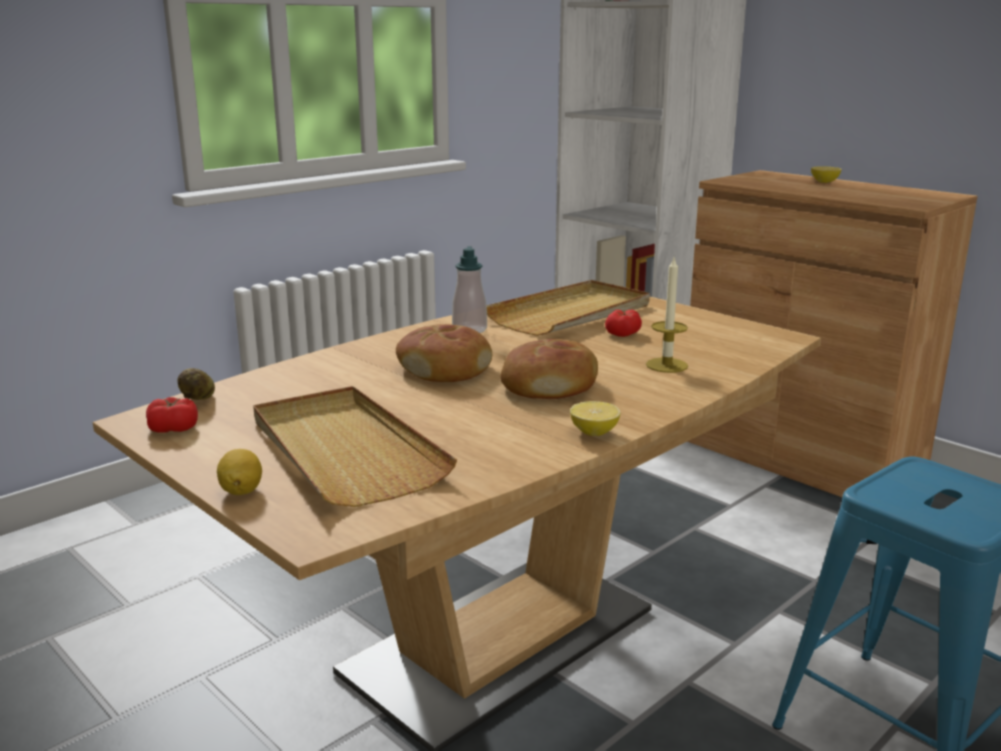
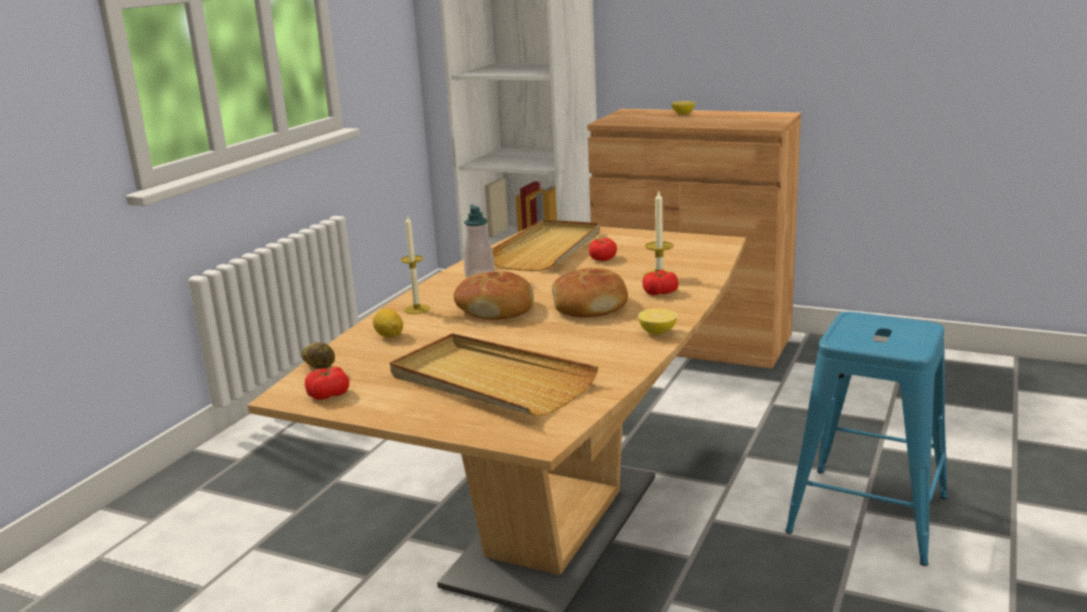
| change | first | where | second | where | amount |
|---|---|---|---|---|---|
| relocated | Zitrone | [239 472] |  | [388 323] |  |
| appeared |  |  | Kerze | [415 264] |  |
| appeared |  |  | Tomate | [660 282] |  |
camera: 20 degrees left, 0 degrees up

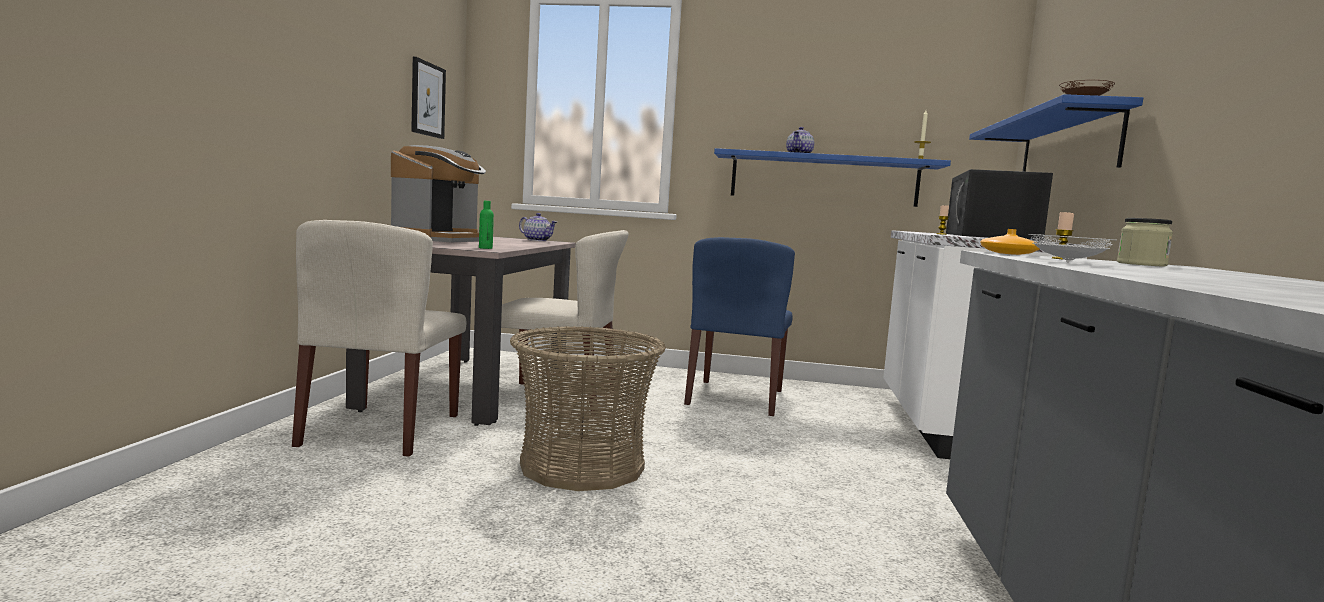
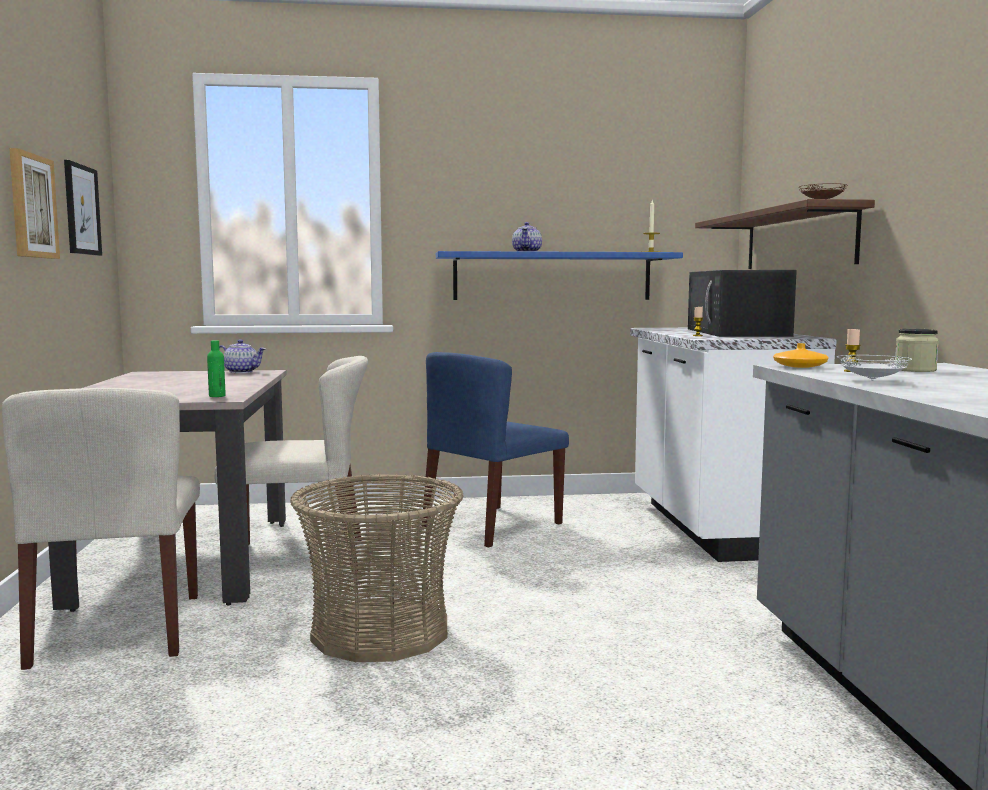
| change | first | where | second | where | amount |
|---|---|---|---|---|---|
| appeared |  |  | Bild | [34 203] |  |
| spun | Stuhl (blau) | [739 326] |  | [495 450] | 45 degrees clockwise |
| colour | Wandregal (blau) | [1056 133] | Wandregal (braun) | [785 234] |  |
| missing | Kaffeemaschine | [438 194] |  |  |  |
camera: 15 degrees left, 0 degrees up

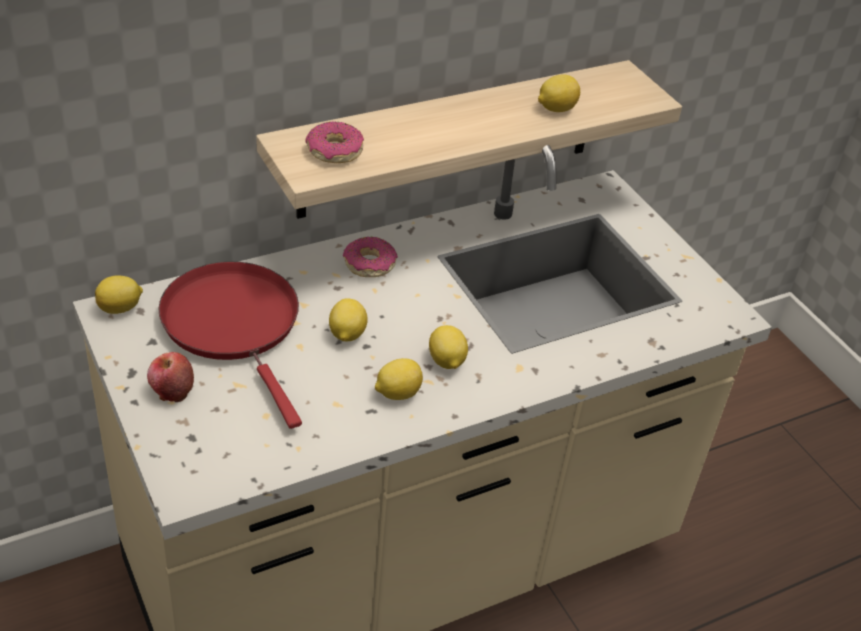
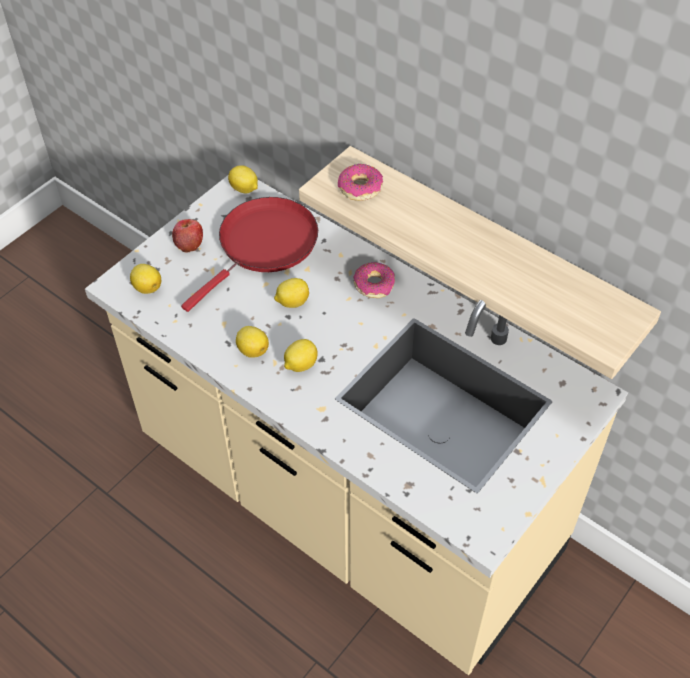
| change | first | where | second | where | amount |
|---|---|---|---|---|---|
| relocated | Zitrone | [559 93] |  | [145 279] |  |
camera: 70 degrees right, 10 degrees up

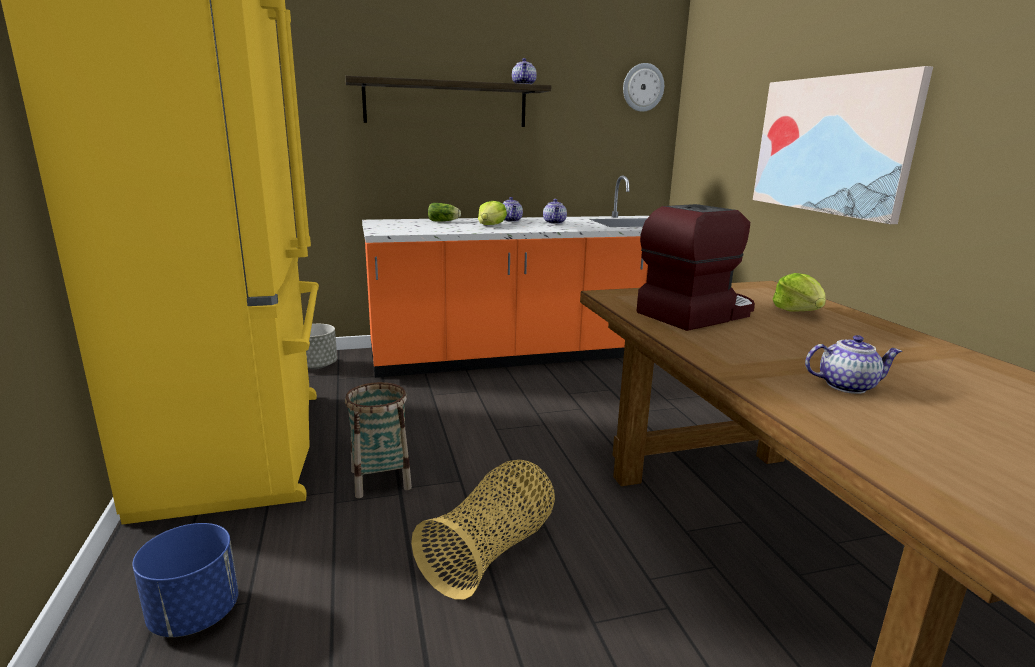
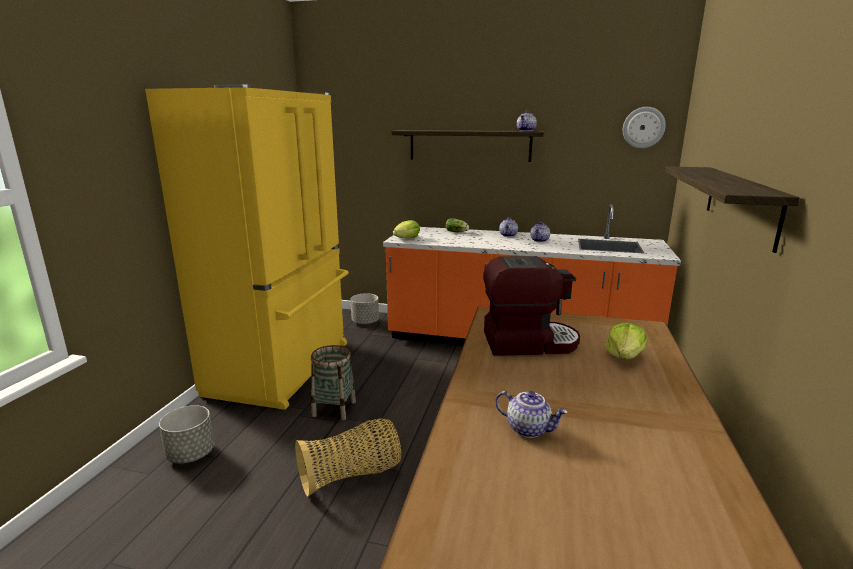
| change | first | where | second | where | amount |
|---|---|---|---|---|---|
| colour | Pflanzkübel (blau) | [185 580] | Pflanzkübel (grau) | [186 434] |  |
| relocated | Salatkopf | [492 213] |  | [406 229] |  |
| exchanged | Bild | [843 145] | Wandregal | [732 209] |  |
camera: 30 degrees right, 0 degrees up

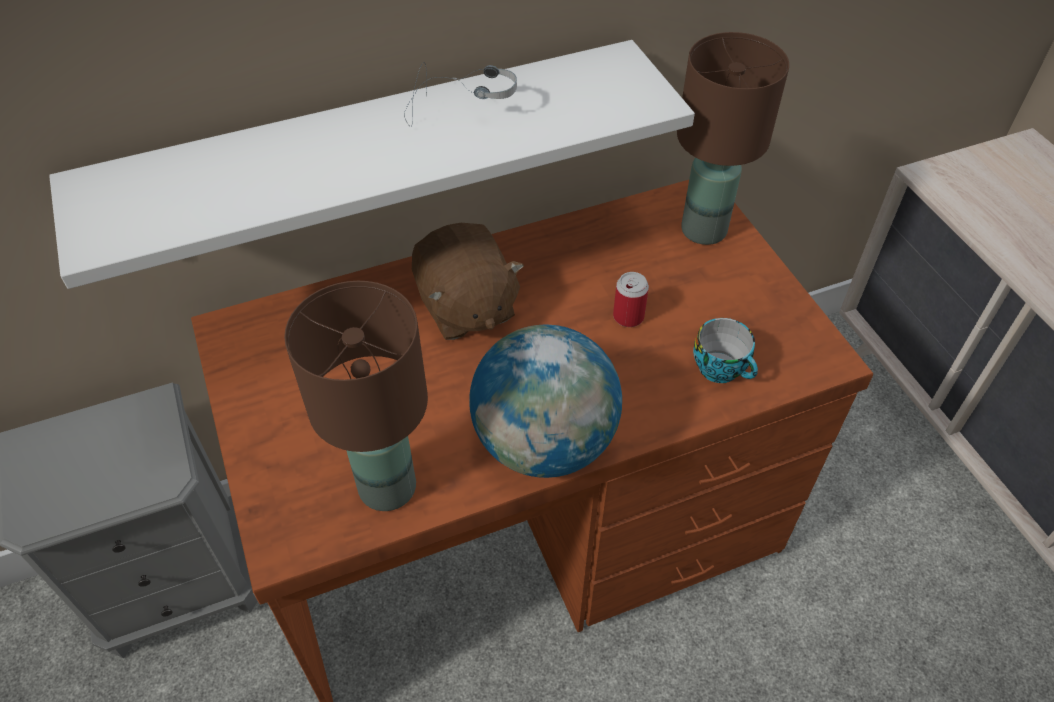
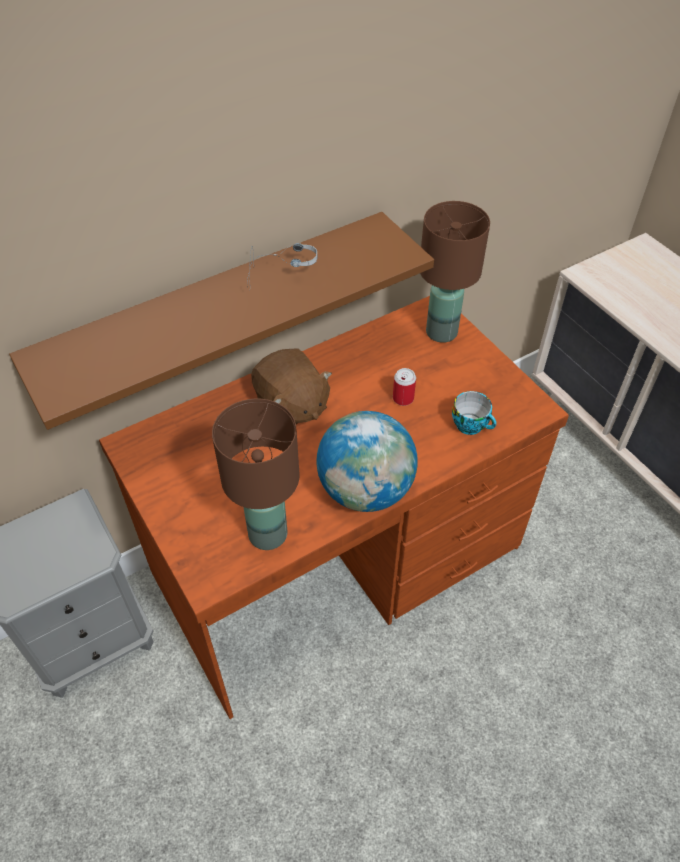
| change | first | where | second | where | amount |
|---|---|---|---|---|---|
| colour | Wandregal (weiß) | [372 164] | Wandregal (braun) | [221 321] |  |
camera: 10 degrees left, 0 degrees up

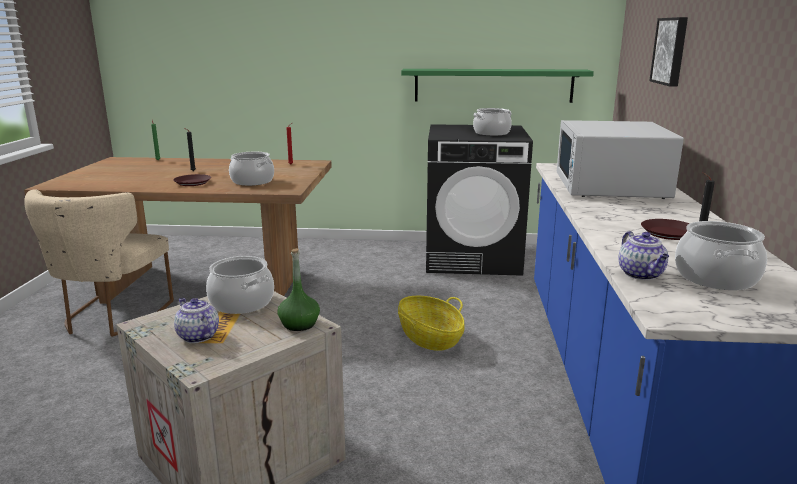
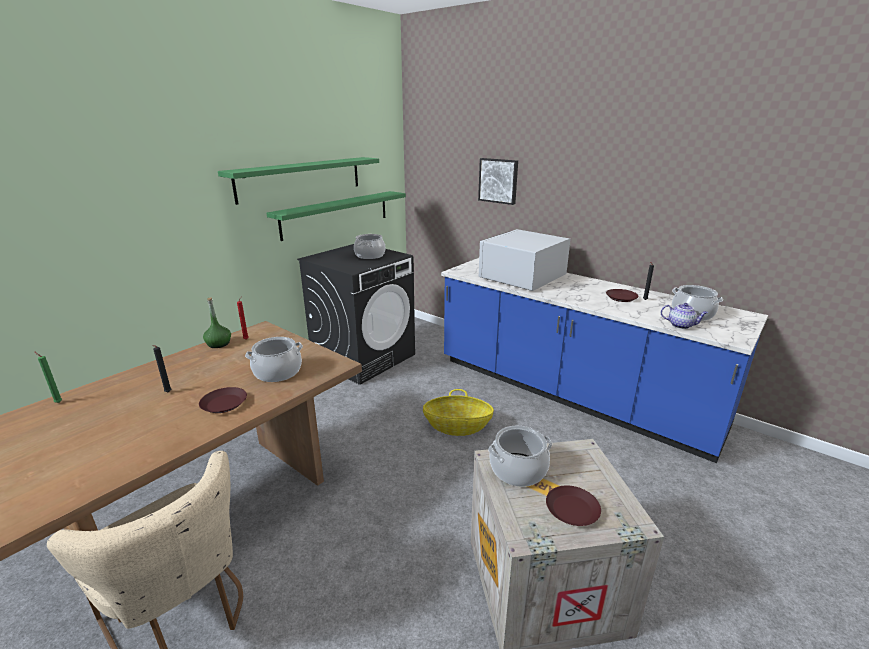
| change | first | where | second | where | amount |
|---|---|---|---|---|---|
| relocated | Flasche (grün) | [298 289] |  | [217 322] |  |
| appeared |  |  | Wandregal (grün) | [298 181] |  |
| spun | Mikrowelle (weiß) | [620 159] |  | [525 260] | 90 degrees clockwise |
| exchanged | Teekanne | [196 320] | Teller (braun) | [573 505] |  |
camera: 55 degrees left, 5 degrees up

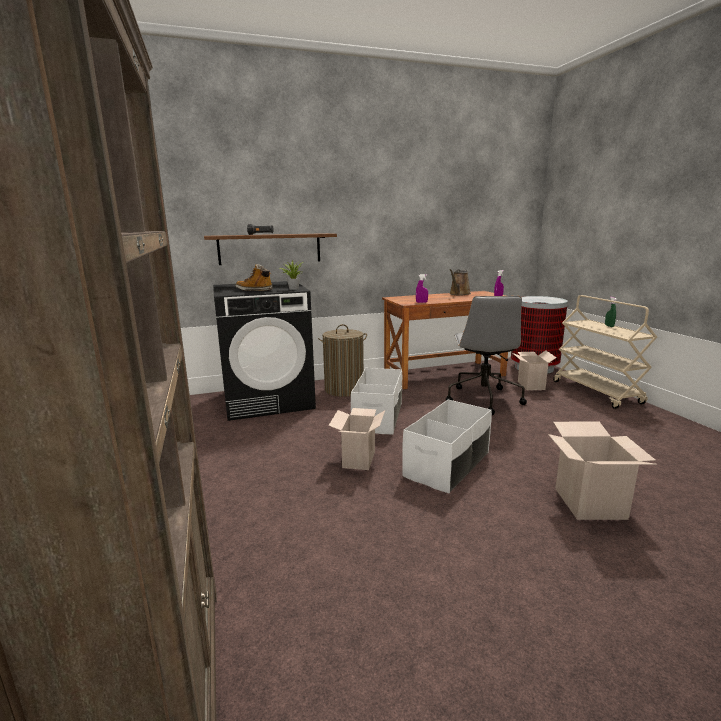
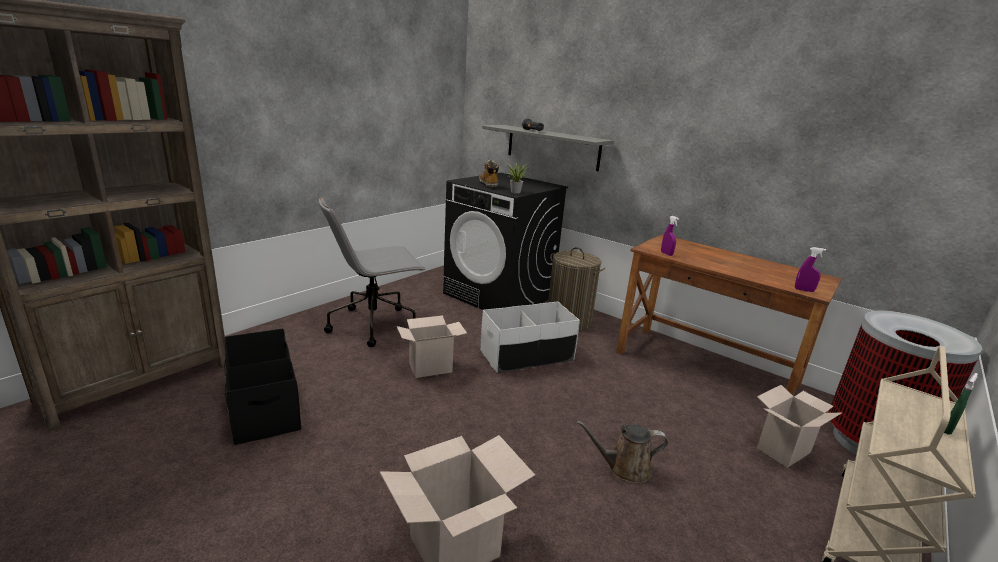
| change | first | where | second | where | amount |
|---|---|---|---|---|---|
| appeared |  |  | Aufbewahrungsbox (schwarz) | [263 386] |  |
| relocated | Bürostuhl (grau) | [486 355] |  | [372 272] |  |
| colour | Wandregal (braun) | [270 249] | Wandregal (grau) | [548 148] |  |
| relocated | Gießkanne (braun) | [460 282] |  | [622 452] |  |
| missing | Aufbewahrungsbox (weiß) | [447 446] |  |  |  |
camera: 55 degrees right, 5 degrees up

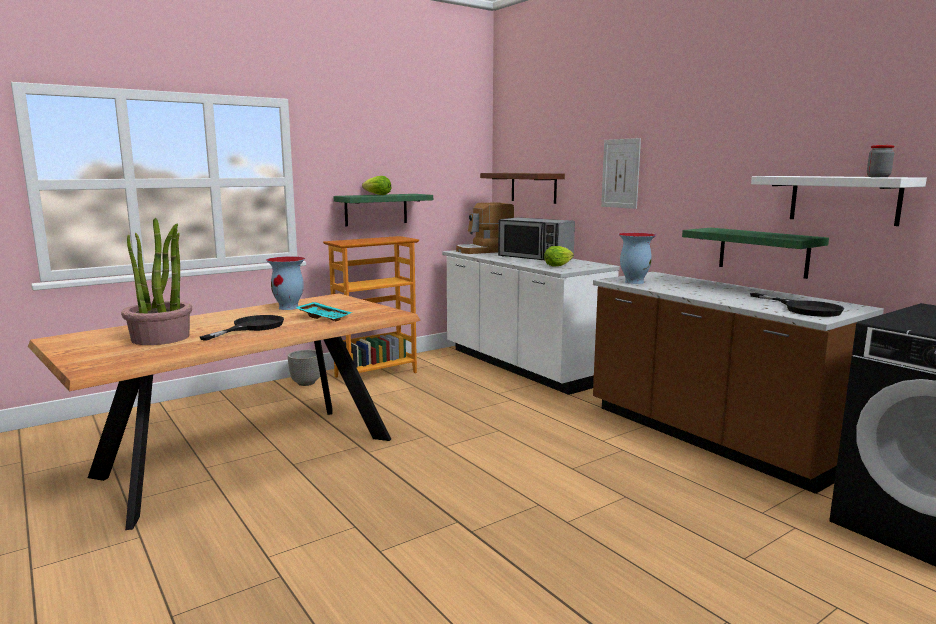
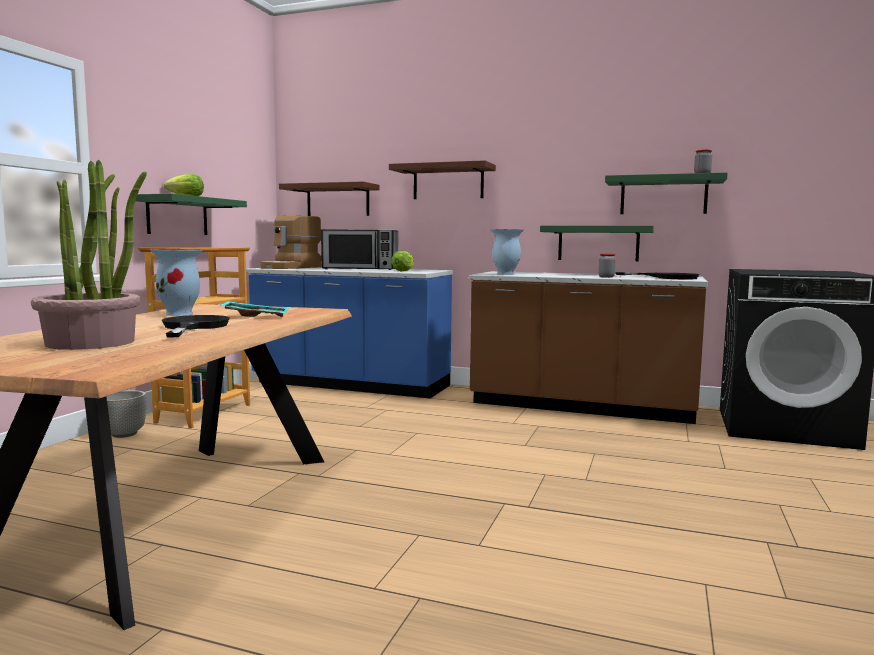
| change | first | where | second | where | amount |
|---|---|---|---|---|---|
| colour | Küchenzeile (weiß) | [531 322] | Küchenzeile (blau) | [349 332] |  |
| exchanged | Bild | [621 173] | Wandregal (braun) | [442 179] |  |
| appeared |  |  | Vorratsglas | [607 265] |  |
| colour | Wandregal (weiß) | [839 201] | Wandregal (grün) | [666 193] |  |
camera: 35 degrees left, 5 degrees down

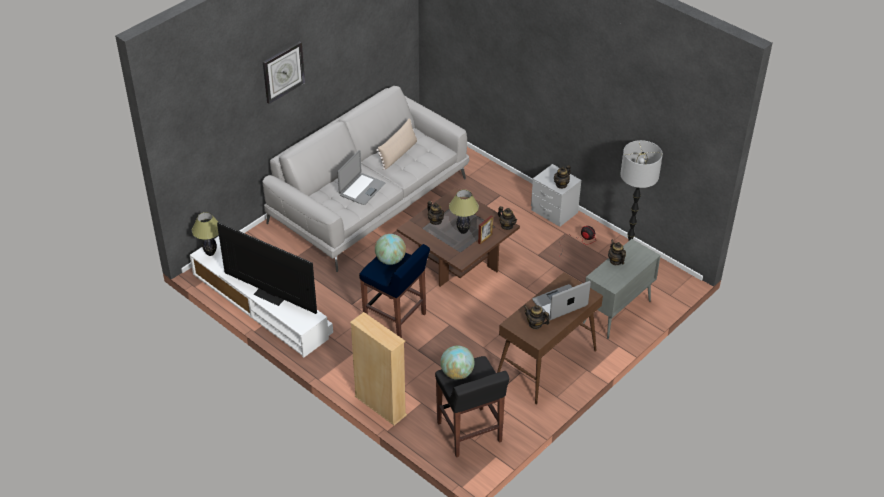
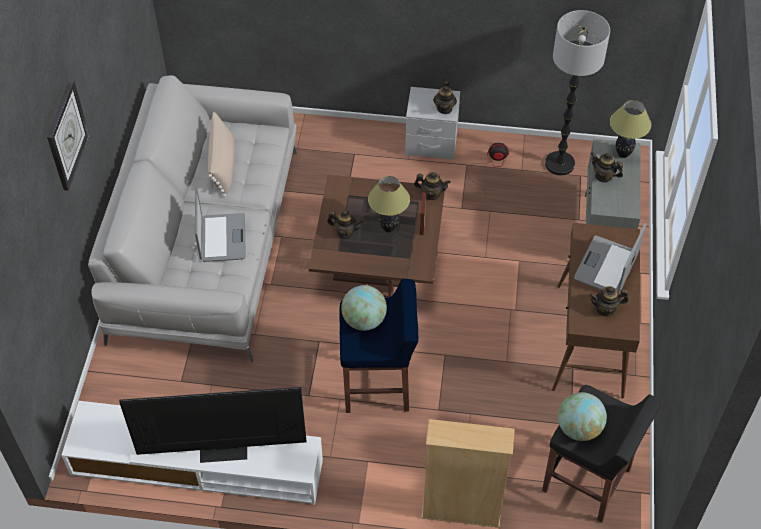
| change | first | where | second | where | amount |
|---|---|---|---|---|---|
| relocated | Tischlampe | [205 234] |  | [630 129] |  |
camera: 35 degrees left, 10 degrees up

